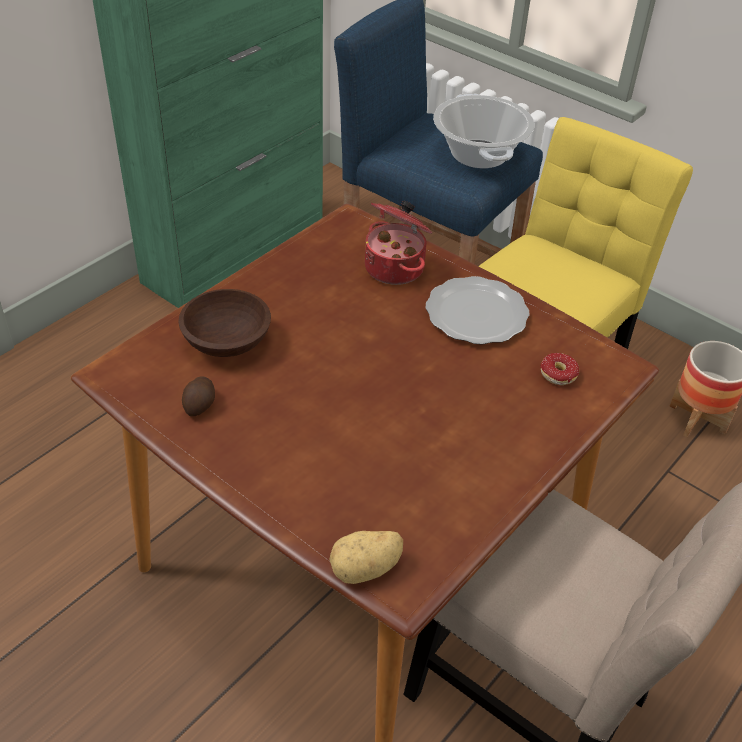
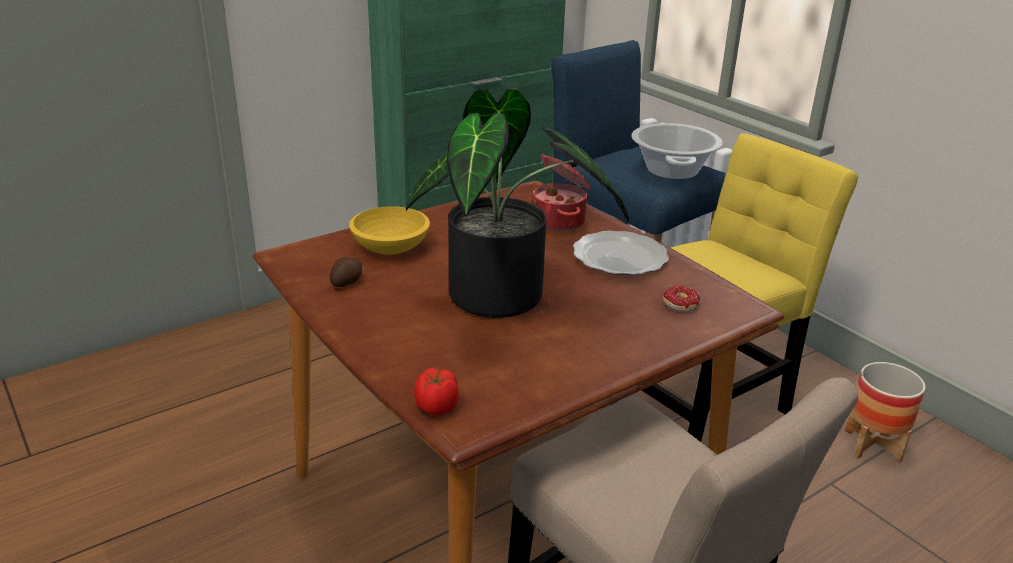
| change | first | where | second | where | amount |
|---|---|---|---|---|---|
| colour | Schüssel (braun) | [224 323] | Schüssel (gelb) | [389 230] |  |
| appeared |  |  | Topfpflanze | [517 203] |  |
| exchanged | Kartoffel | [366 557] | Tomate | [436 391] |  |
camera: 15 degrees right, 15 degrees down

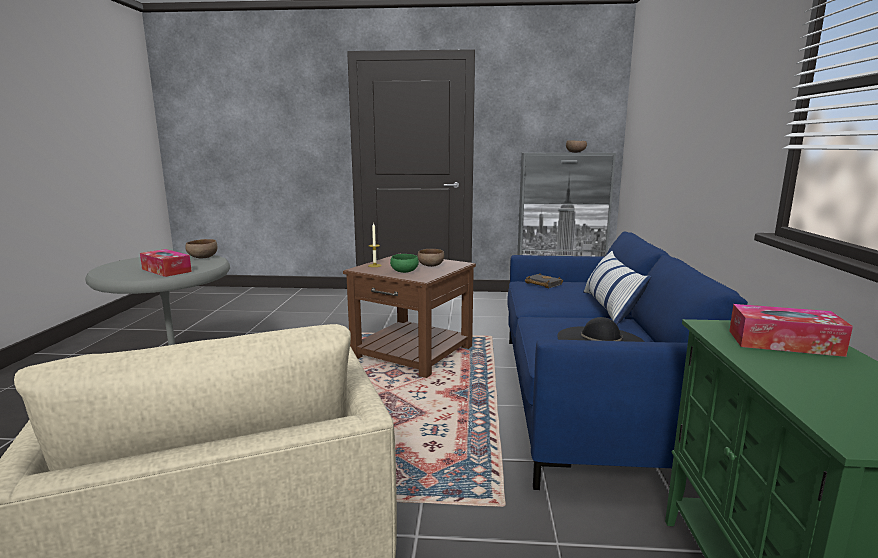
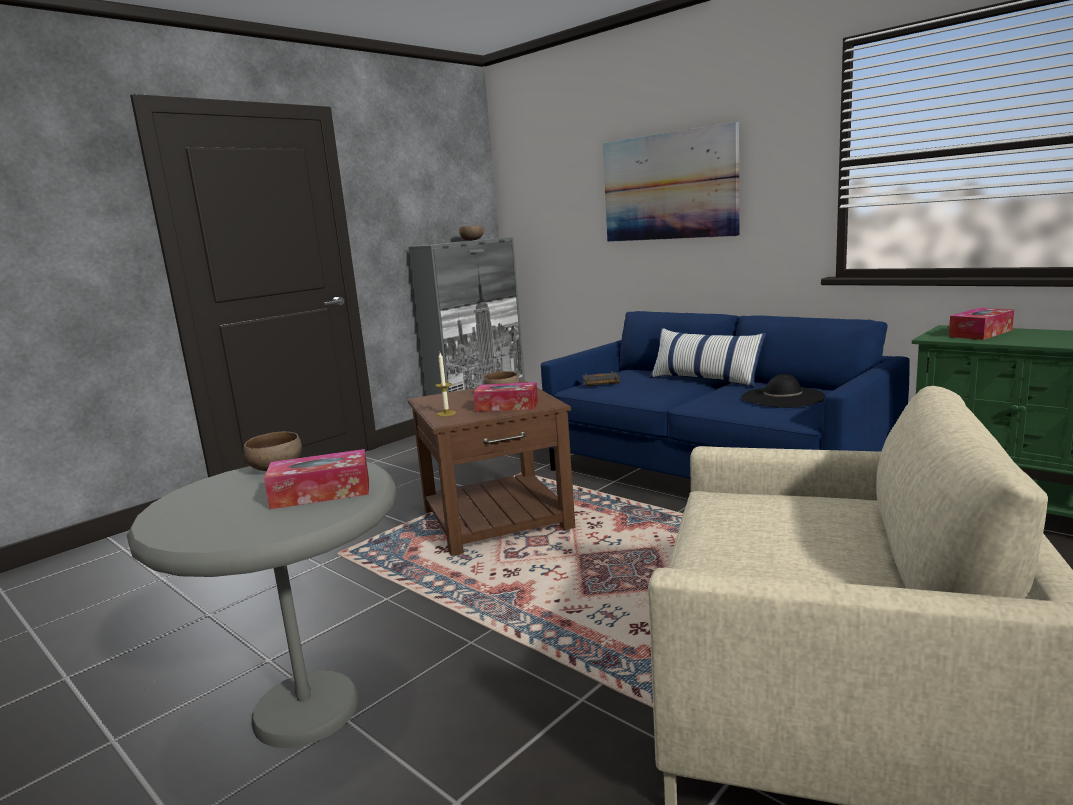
| change | first | where | second | where | amount |
|---|---|---|---|---|---|
| exchanged | Schüssel (grün) | [404 263] | Taschentuchbox | [506 397] |  |
| appeared |  |  | Bild | [671 182] |  |
camera: 50 degrees left, 0 degrees up

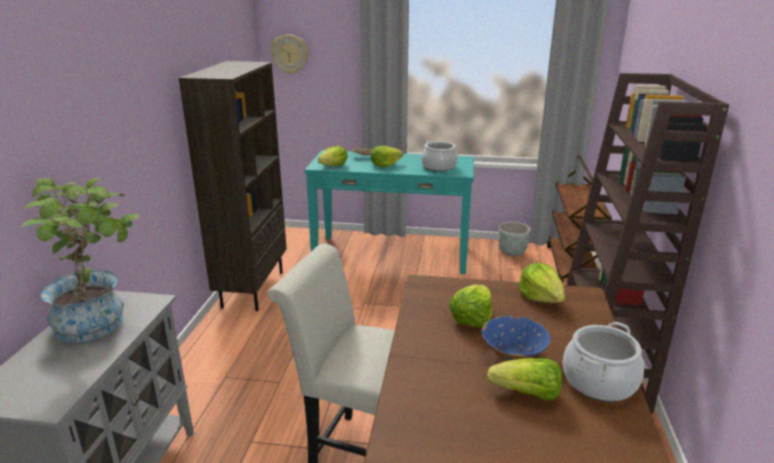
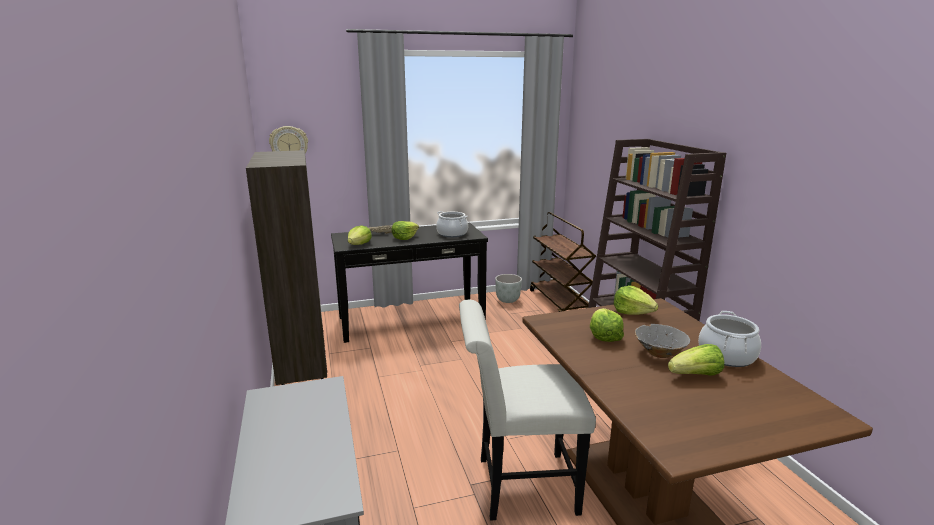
| change | first | where | second | where | amount |
|---|---|---|---|---|---|
| colour | Konsolentisch (türkis) | [389 212] | Konsolentisch (schwarz) | [409 283] |  |
| colour | Schüssel (blau) | [516 338] | Schüssel (grau) | [662 341] |  |
| missing | Topfpflanze | [80 260] |  |  |  |
camera: 25 degrees left, 5 degrees down

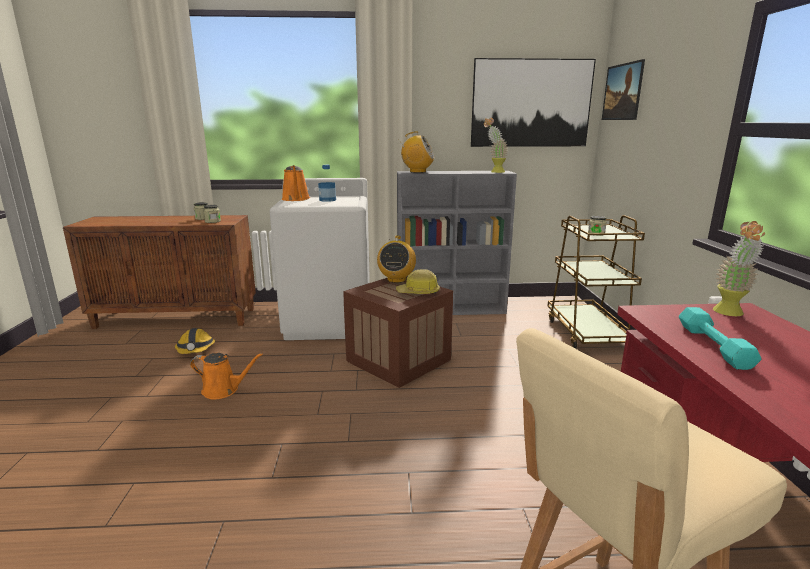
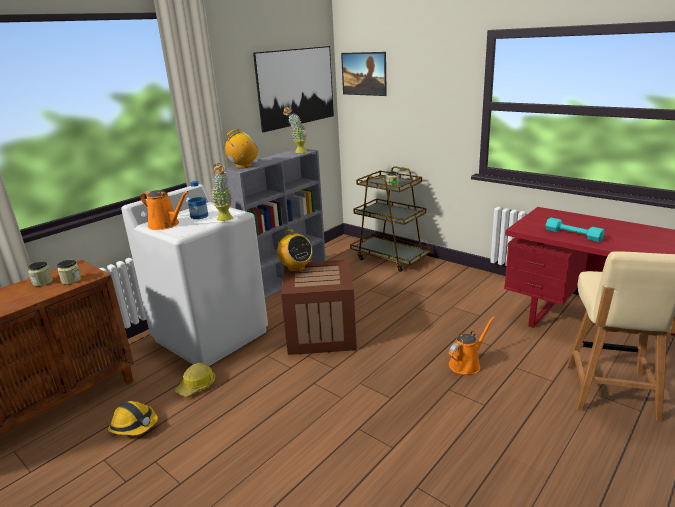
| change | first | where | second | where | amount |
|---|---|---|---|---|---|
| relocated | Schutzhelm | [418 281] |  | [195 379] |  |
| relocated | Topfpflanze | [739 268] |  | [222 192] |  |
| relocated | Gießkanne (orange) | [226 376] |  | [472 345] |  |
camera: 45 degrees left, 5 degrees up

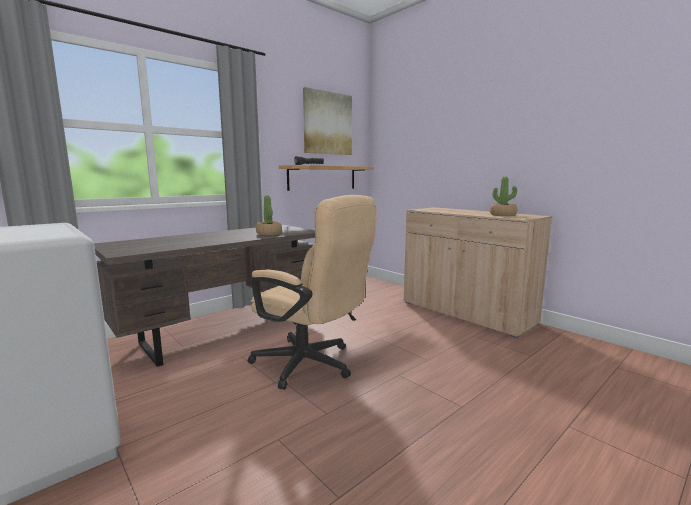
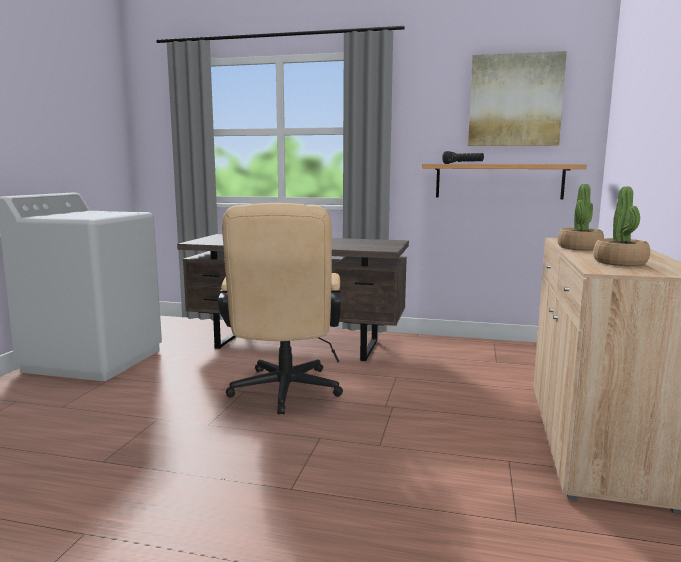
| change | first | where | second | where | amount |
|---|---|---|---|---|---|
| relocated | Topfpflanze | [269 215] |  | [581 217] |  |
camera: 55 degrees right, 0 degrees up

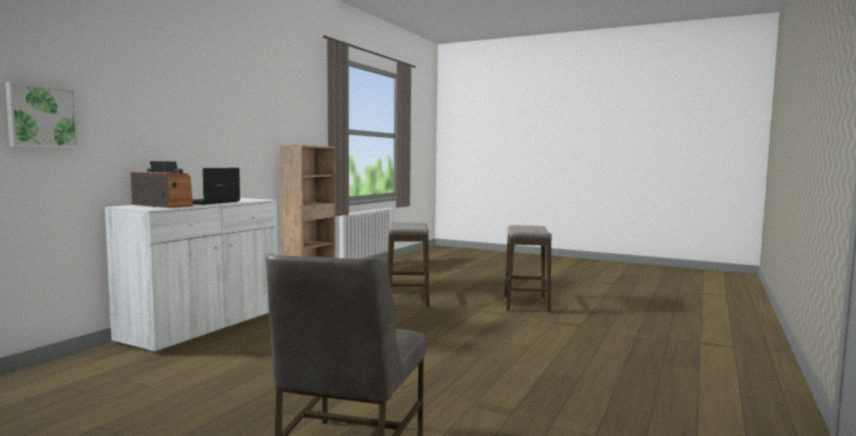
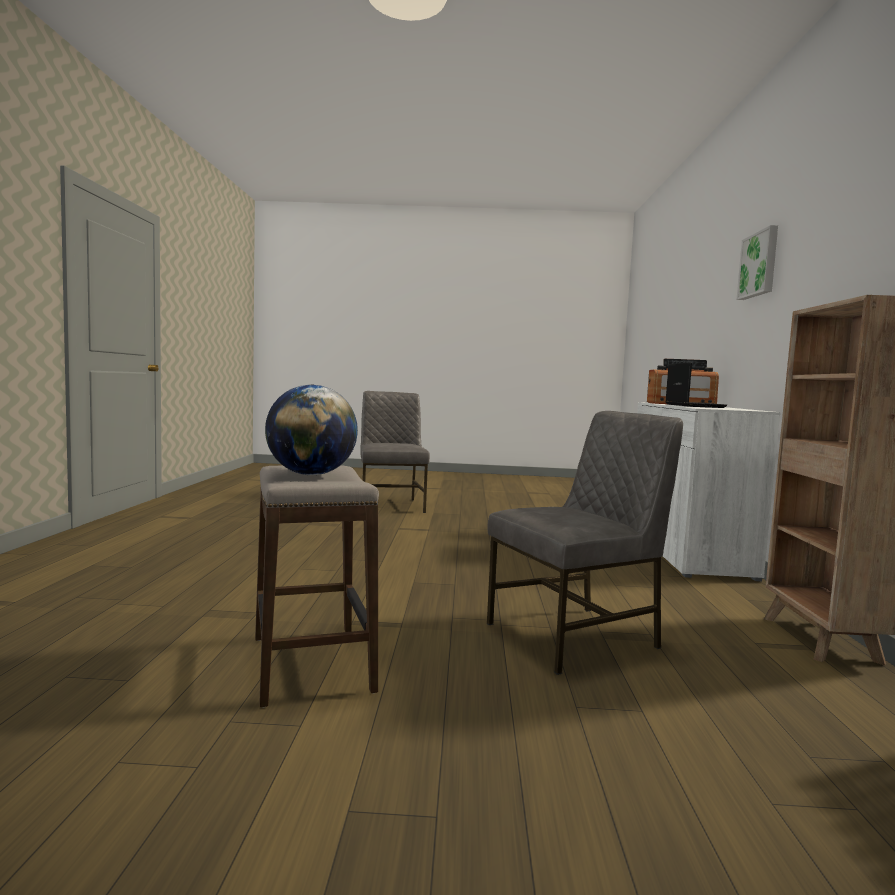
| change | first | where | second | where | amount |
|---|---|---|---|---|---|
| appeared |  |  | Globus | [311 430] |  |
| exchanged | Hocker | [408 264] | Stuhl (grau) | [585 543] |  |
| relocated | Bild | [42 115] |  | [757 262] |  |
camera: 155 degrees right, 0 degrees up

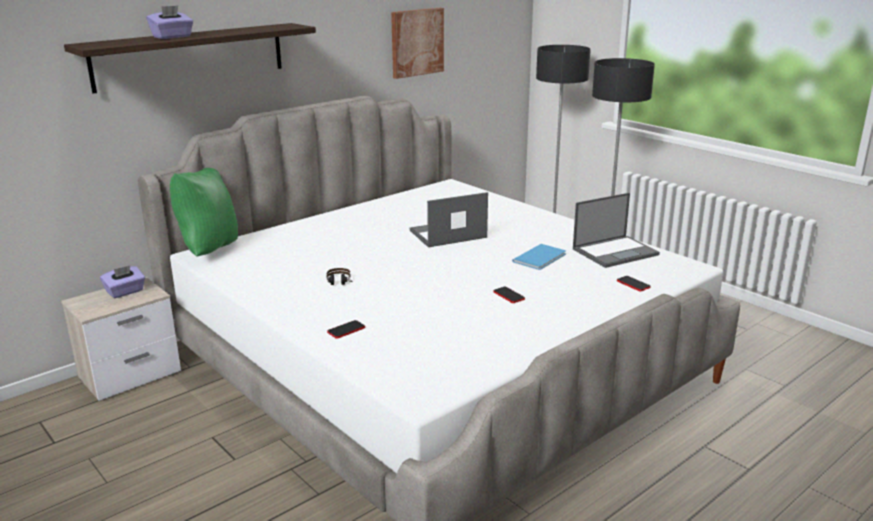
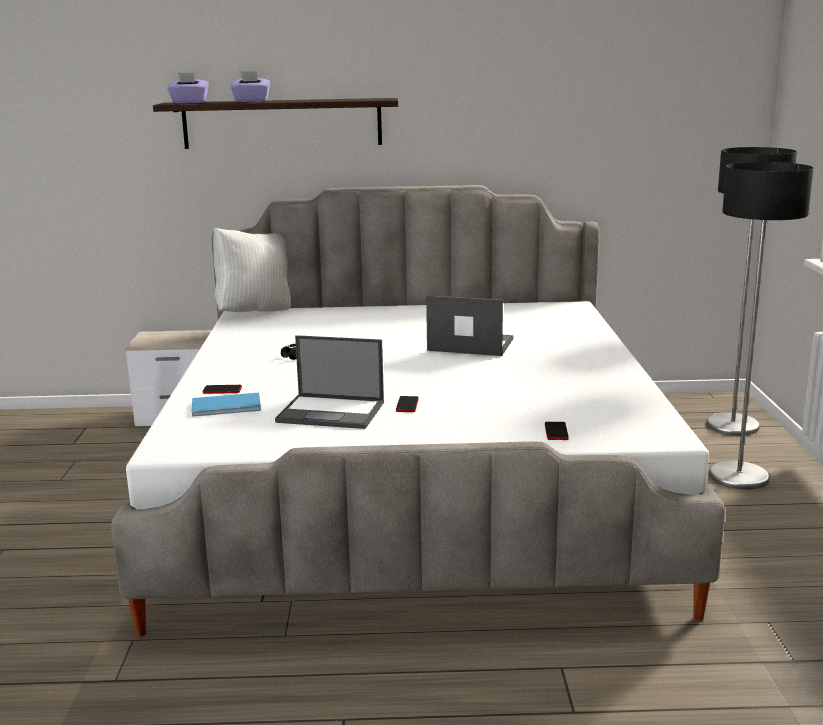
| change | first | where | second | where | amount |
|---|---|---|---|---|---|
| relocated | Taschentuchbox (lila) | [122 282] |  | [188 88] |  |
| relocated | Buch (blau) | [539 257] |  | [226 405] |  |
| colour | Kissen (grün) | [204 212] | Kissen (weiß) | [252 269] |  |
| relocated | Laptop | [616 230] |  | [329 382] |  |
| missing | Bild | [417 43] |  |  |  |
camera: 40 degrees right, 5 degrees down

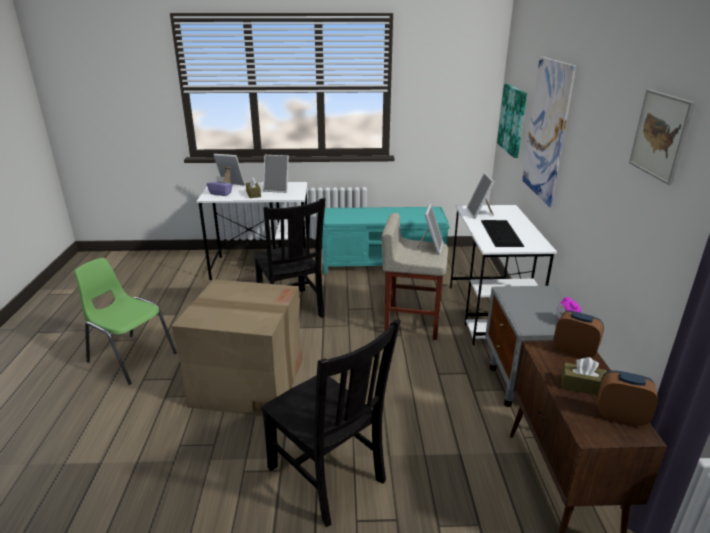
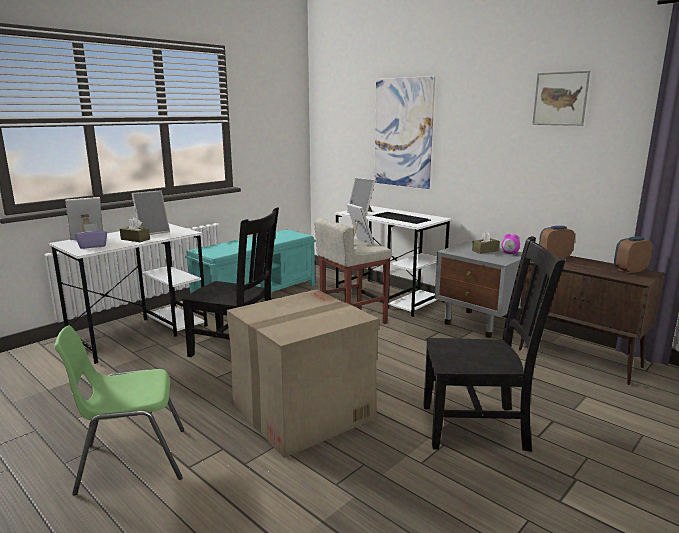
| change | first | where | second | where | amount |
|---|---|---|---|---|---|
| relocated | Taschentuchbox (braun) | [584 376] |  | [485 242] |  |
| missing | Bild | [512 121] |  |  |  |
camera: 45 degrees left, 10 degrees down

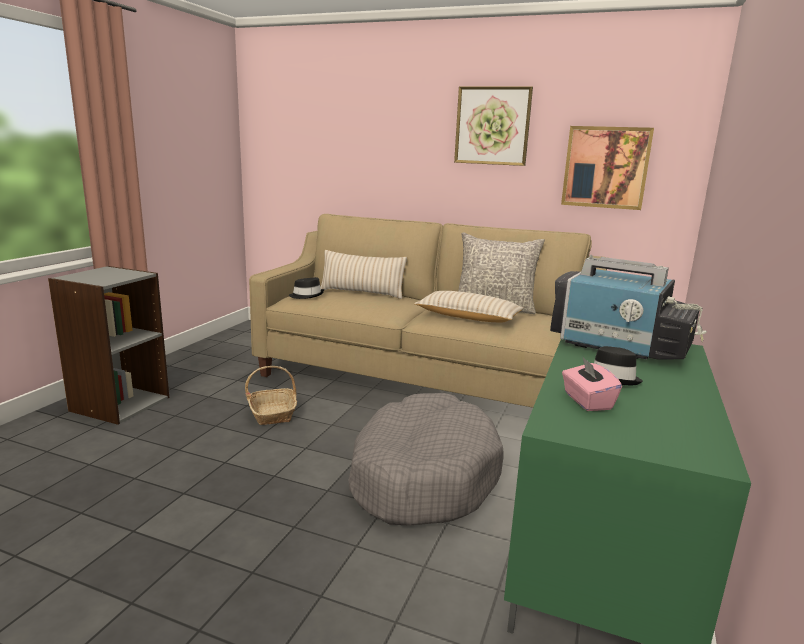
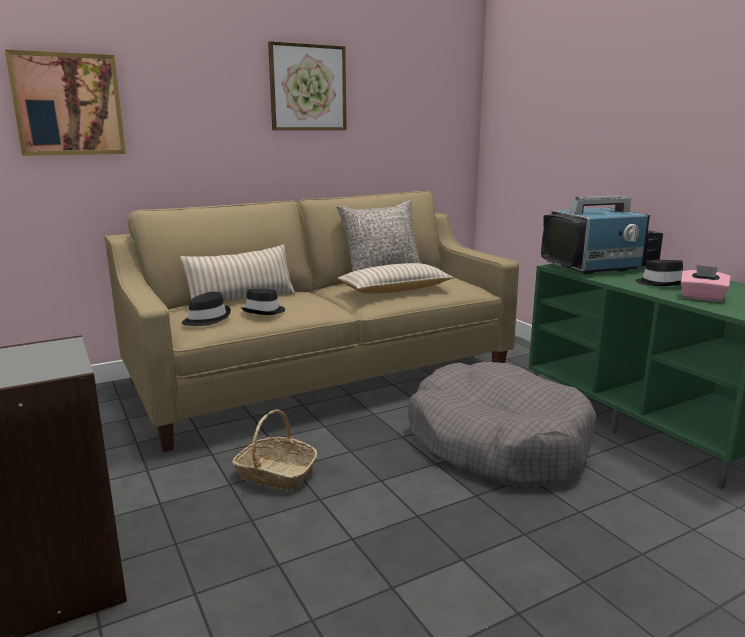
| change | first | where | second | where | amount |
|---|---|---|---|---|---|
| relocated | Bild | [607 168] |  | [65 102] |  |
| appeared |  |  | Hut (schwarz) | [263 301] |  |
camera: 50 degrees left, 0 degrees up

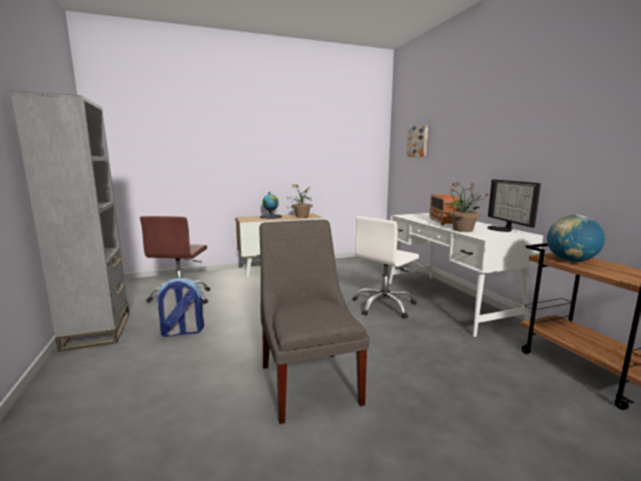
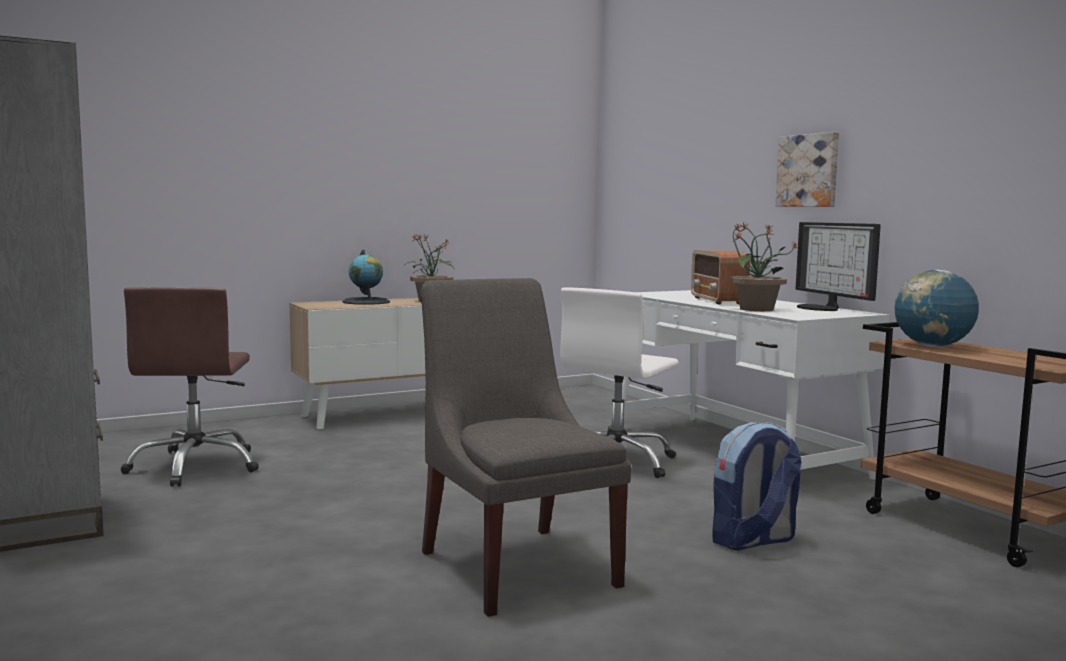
| change | first | where | second | where | amount |
|---|---|---|---|---|---|
| relocated | Rucksack | [179 307] |  | [757 486] |  |
| relocated | Bild | [417 141] |  | [807 169] |  |
camera: 10 degrees left, 5 degrees down

